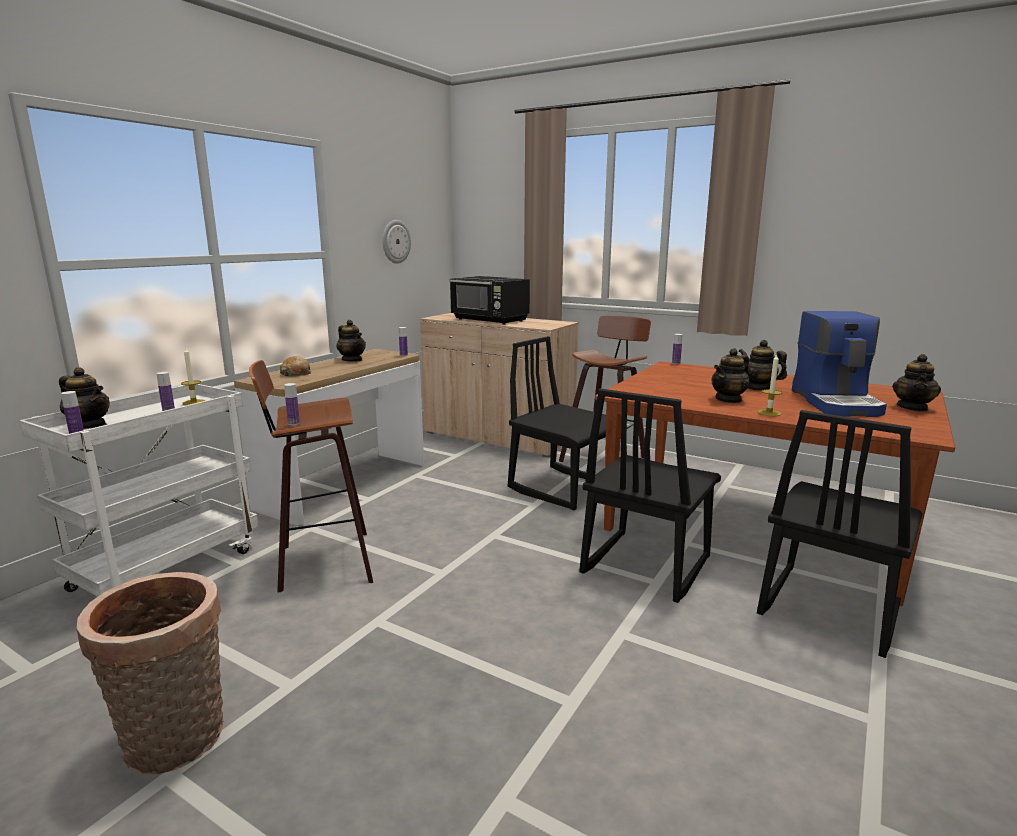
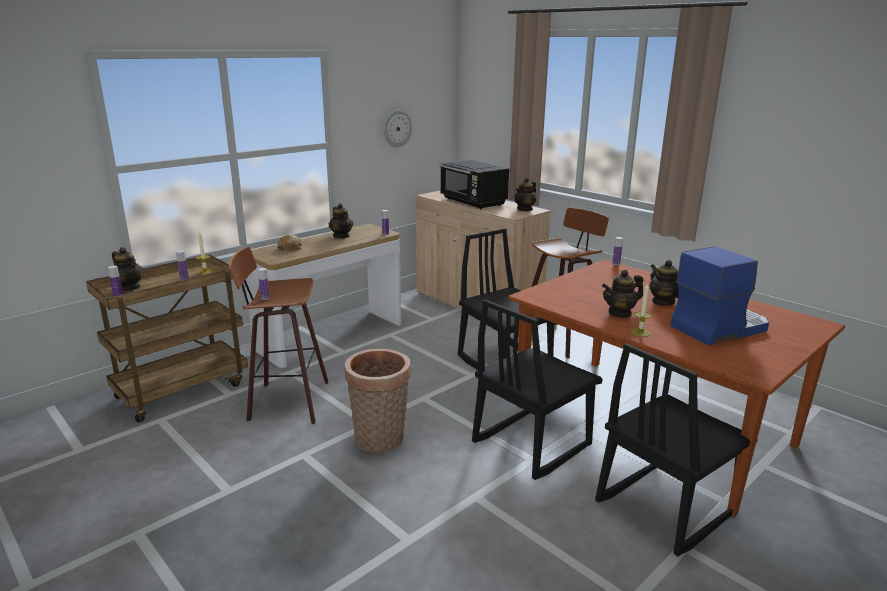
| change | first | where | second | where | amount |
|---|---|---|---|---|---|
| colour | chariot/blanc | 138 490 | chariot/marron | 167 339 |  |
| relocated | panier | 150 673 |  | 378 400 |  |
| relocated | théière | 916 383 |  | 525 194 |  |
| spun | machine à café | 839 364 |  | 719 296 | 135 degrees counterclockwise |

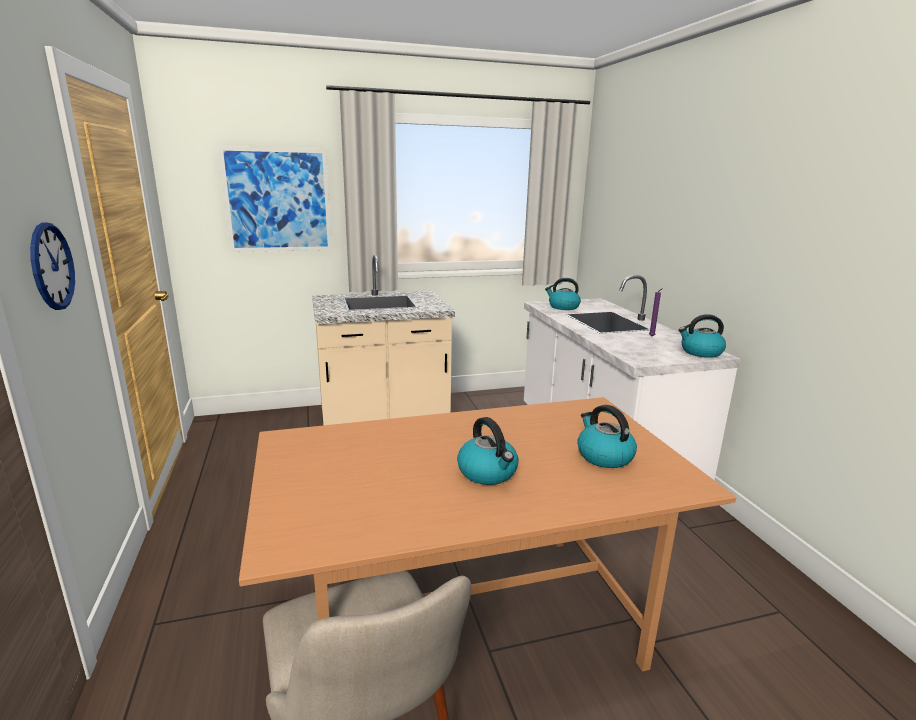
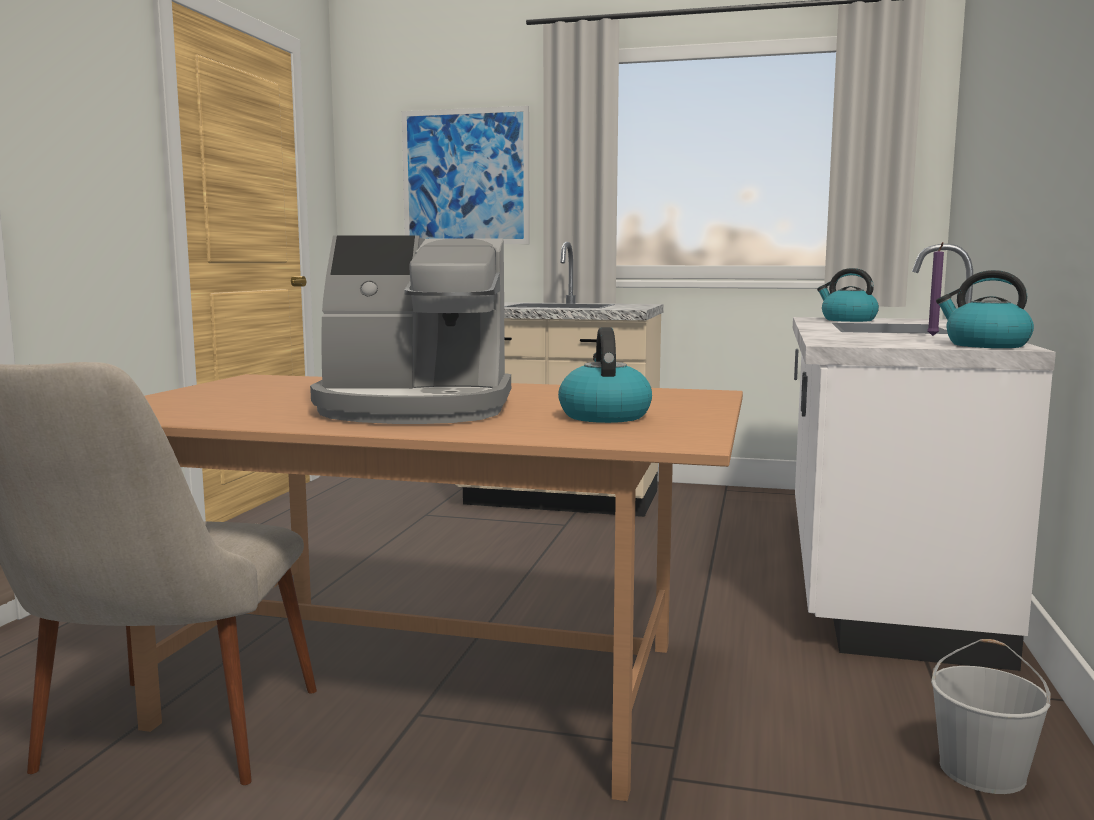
| change | first | where | second | where | amount |
|---|---|---|---|---|---|
| exchanged | bouilloire | 487 451 | machine à café | 410 329 |  |
| appeared |  |  | seau/blanc | 991 716 |  |
| missing | horloge murale | 52 266 |  |  |  |

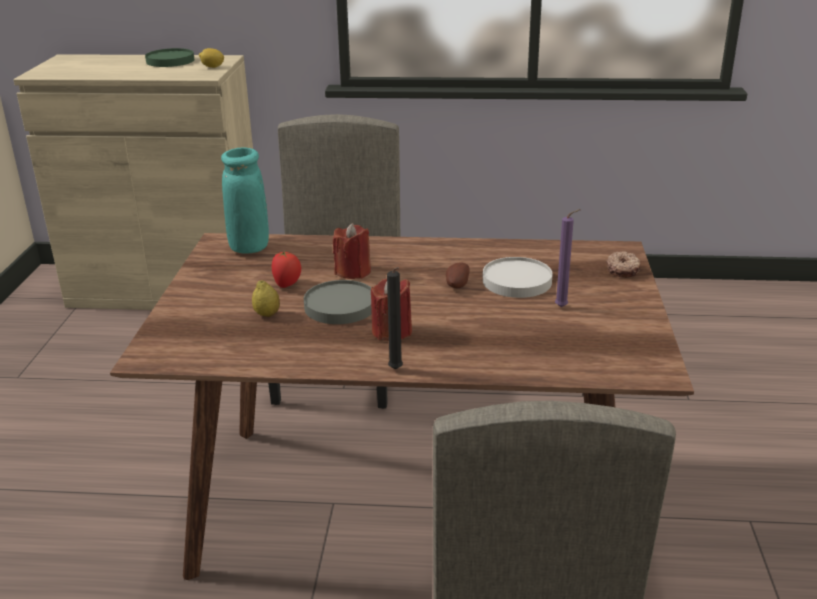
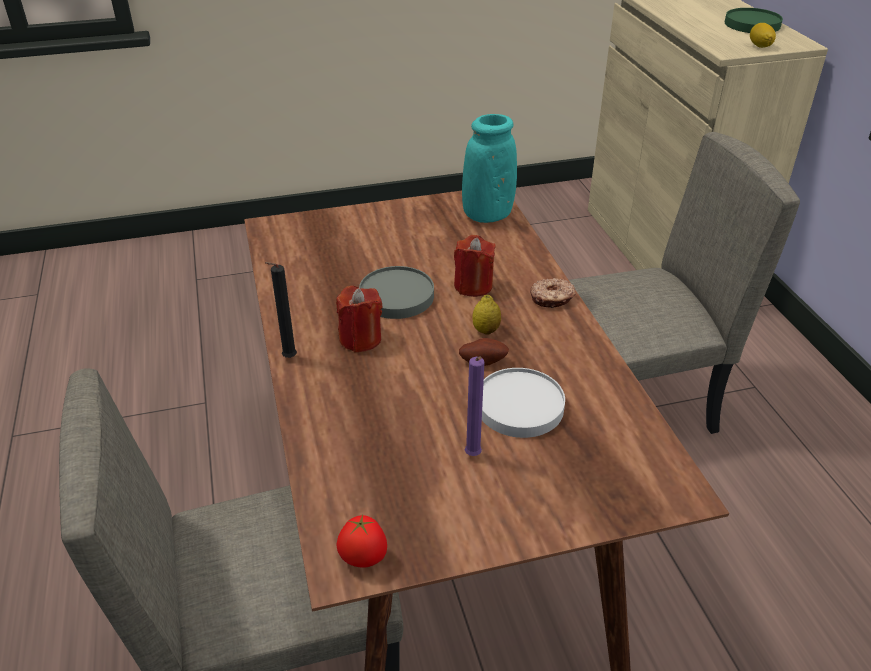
| change | first | where | second | where | amount |
|---|---|---|---|---|---|
| relocated | tomate | 286 269 |  | 361 541 |  |
| relocated | citron | 266 298 |  | 486 315 |  |
| relocated | beignet | 623 264 |  | 553 293 |  |

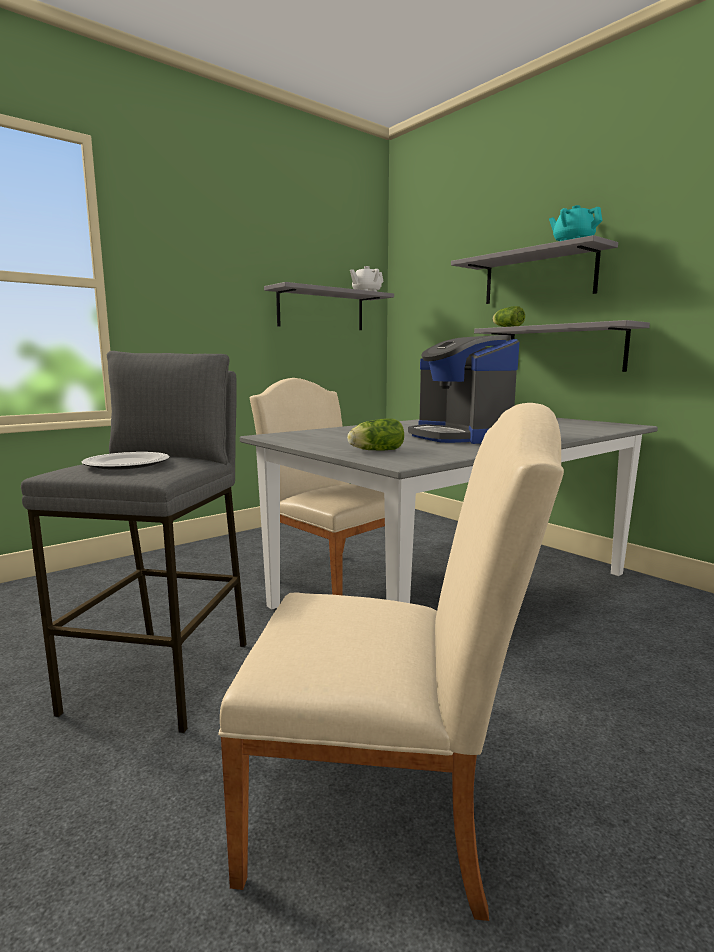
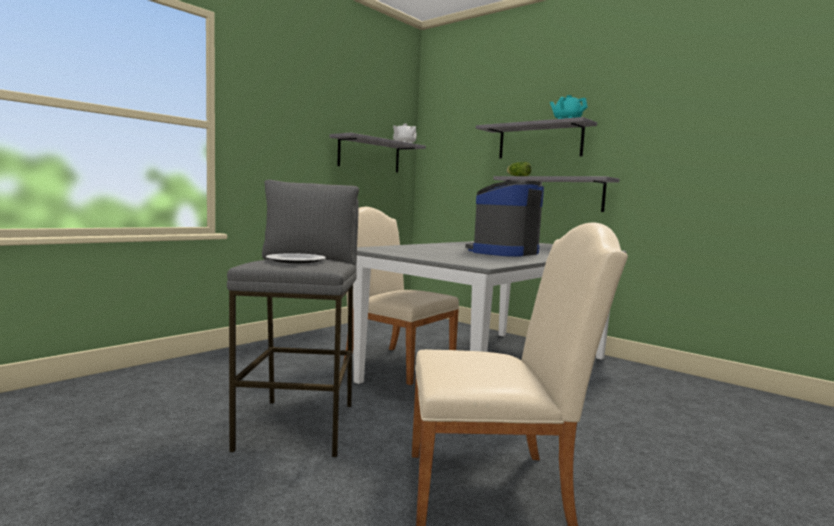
| change | first | where | second | where | amount |
|---|---|---|---|---|---|
| spun | machine à café | 463 389 |  | 504 218 | 75 degrees clockwise |
| missing | laitue | 375 434 |  |  |  |

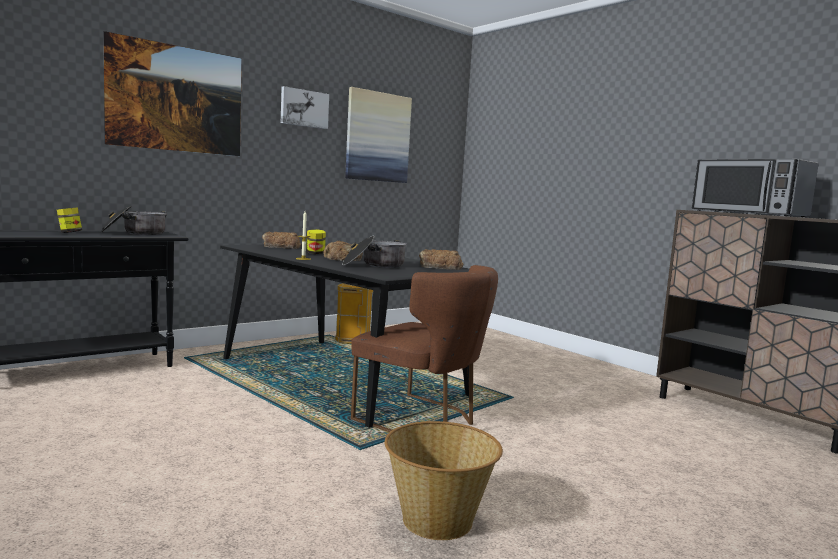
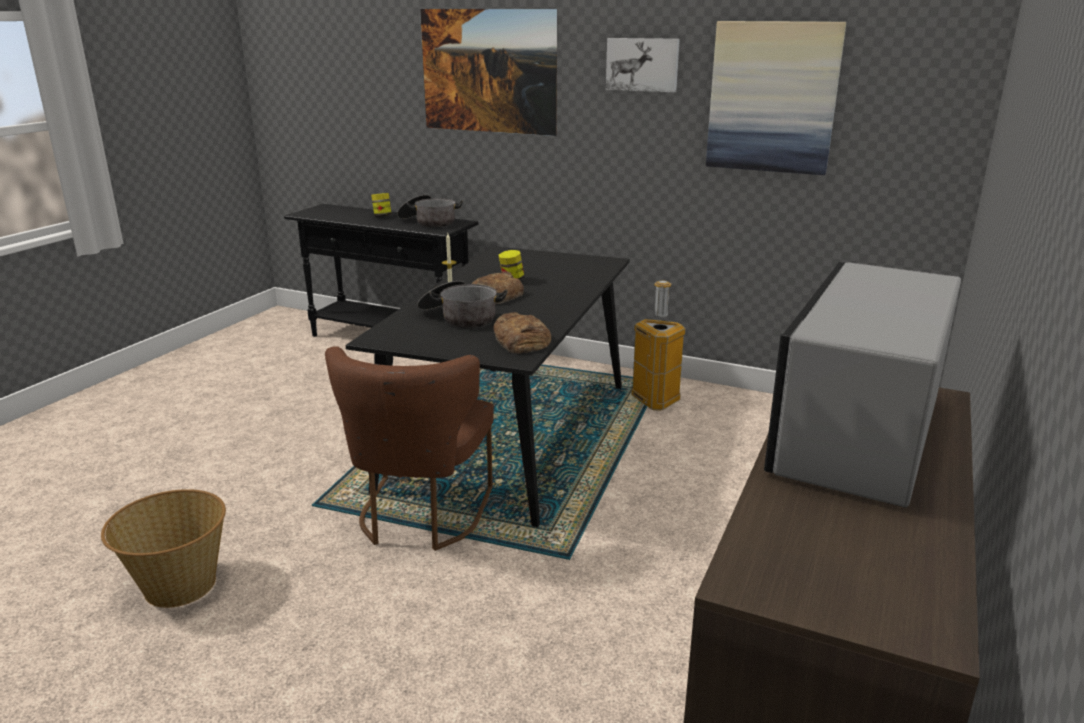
| change | first | where | second | where | amount |
|---|---|---|---|---|---|
| missing | pain | 281 240 |  |  |  |

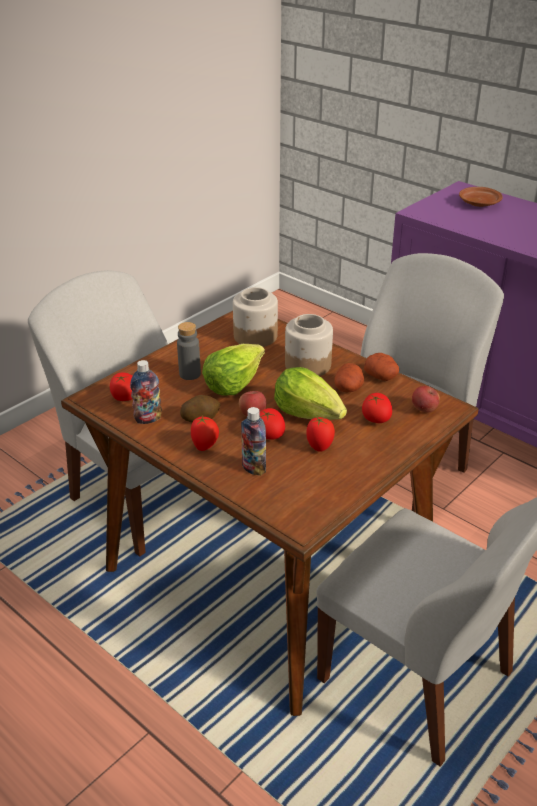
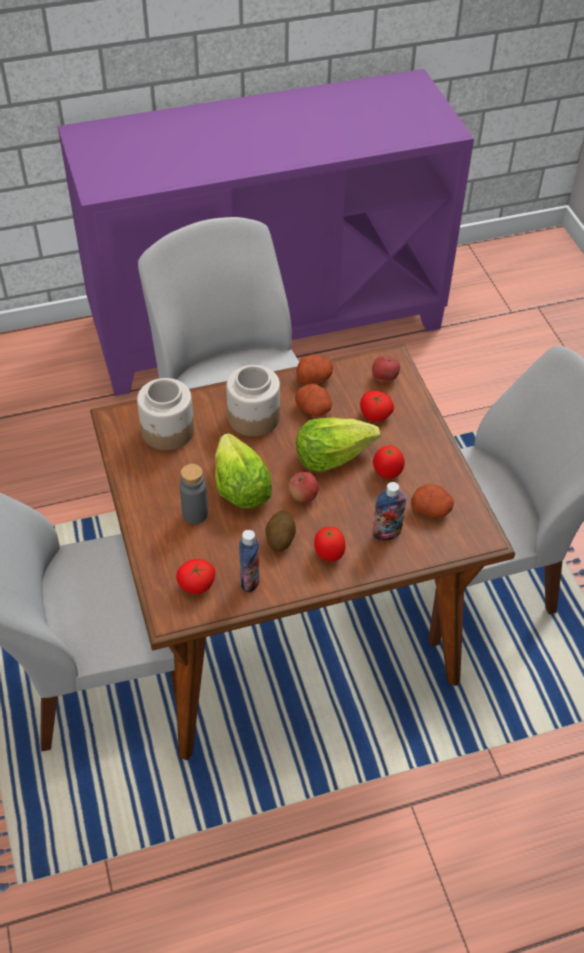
| change | first | where | second | where | amount |
|---|---|---|---|---|---|
| appeared |  |  | pomme de terre | 432 501 |  |
| missing | tomate | 272 424 |  |  |  |
| missing | assiette/marron | 481 197 |  |  |  |

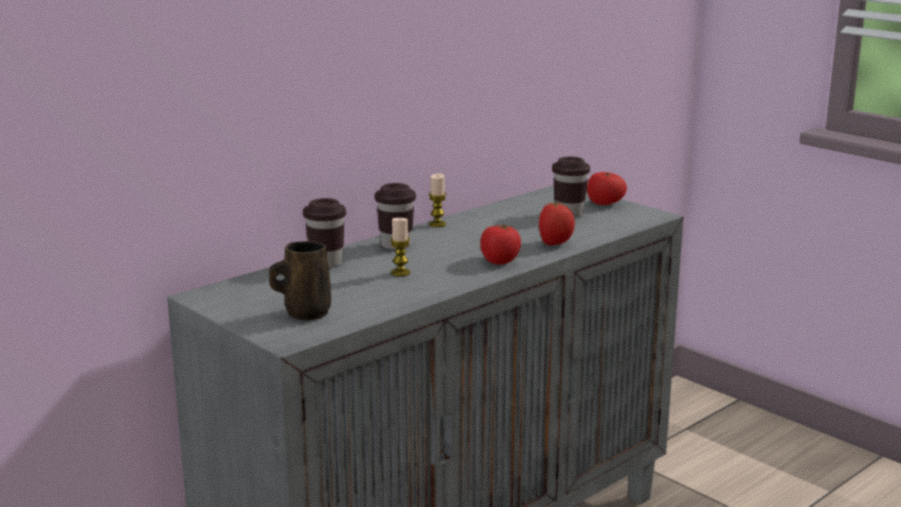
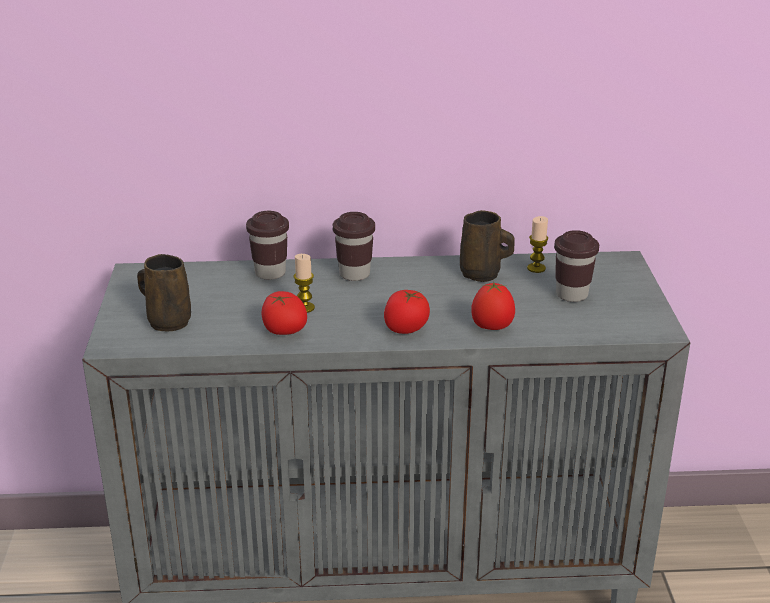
| change | first | where | second | where | amount |
|---|---|---|---|---|---|
| relocated | tomate | 607 188 |  | 284 313 |  |
| appeared |  |  | mug/marron | 487 246 |  |
| relocated | bougie | 437 200 |  | 537 244 |  |

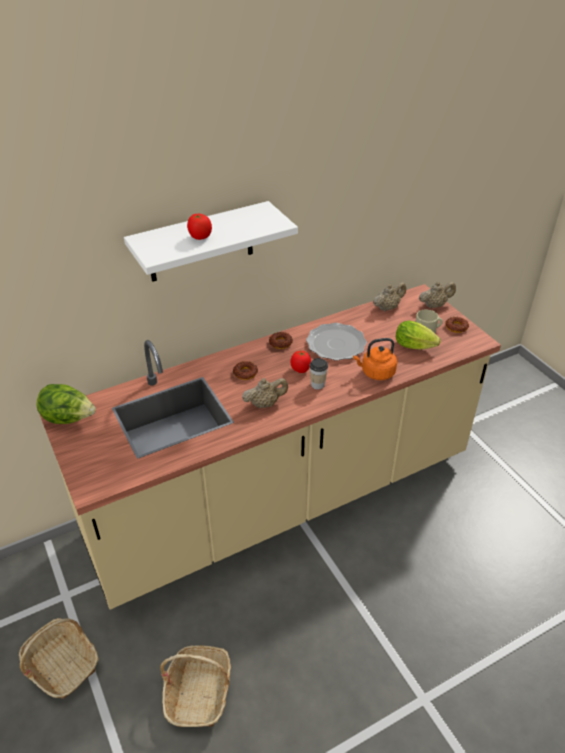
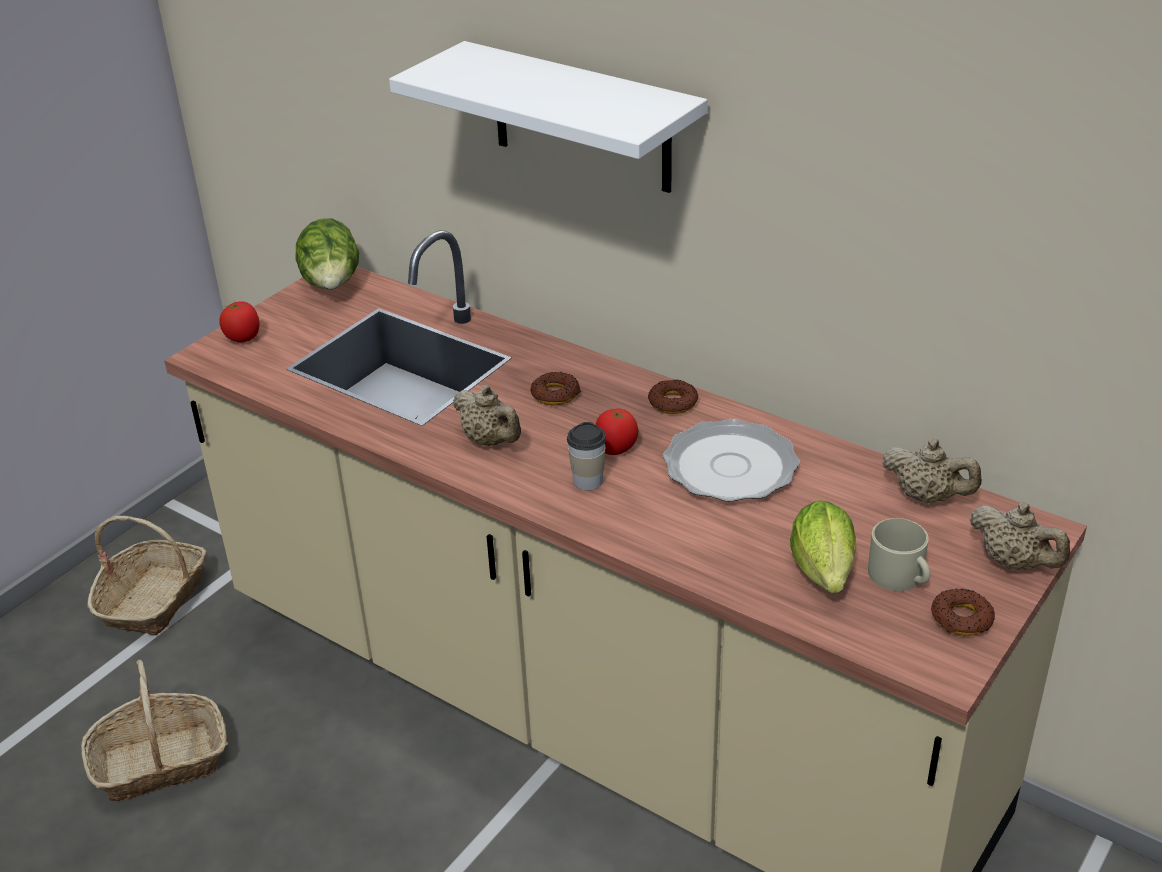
| change | first | where | second | where | amount |
|---|---|---|---|---|---|
| relocated | tomate | 199 227 |  | 239 322 |  |
| missing | bouilloire/orange | 375 359 |  |  |  |

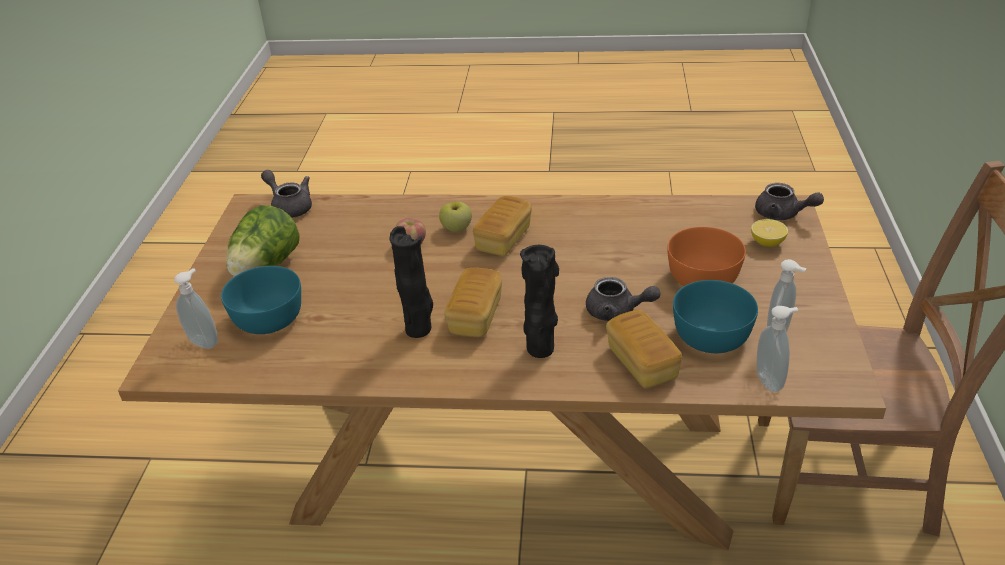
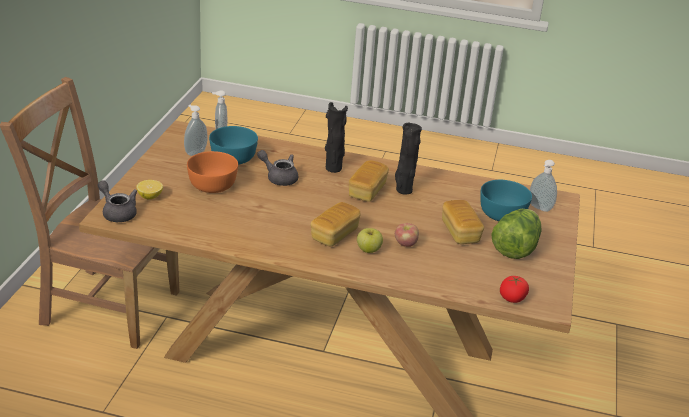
| change | first | where | second | where | amount |
|---|---|---|---|---|---|
| relocated | pain | 644 349 |  | 463 222 |  |
| exchanged | théière/gris | 286 194 | tomate | 514 289 |  |

